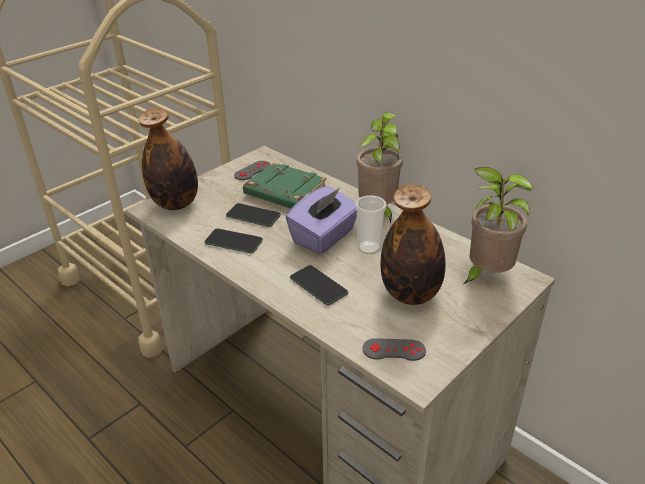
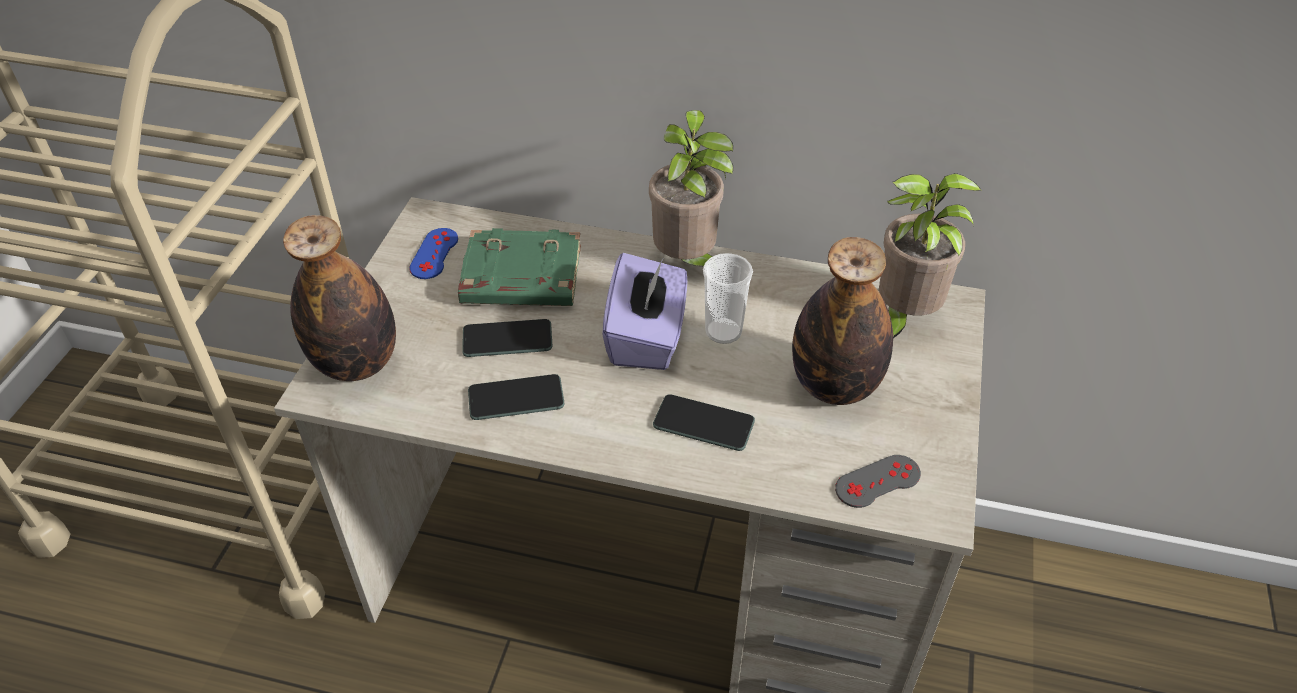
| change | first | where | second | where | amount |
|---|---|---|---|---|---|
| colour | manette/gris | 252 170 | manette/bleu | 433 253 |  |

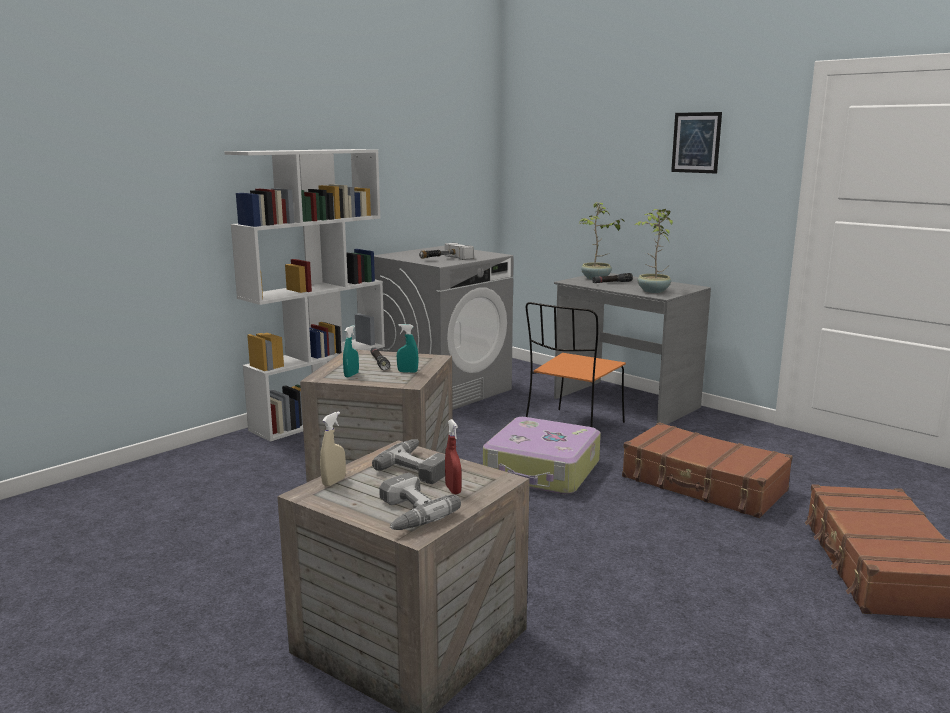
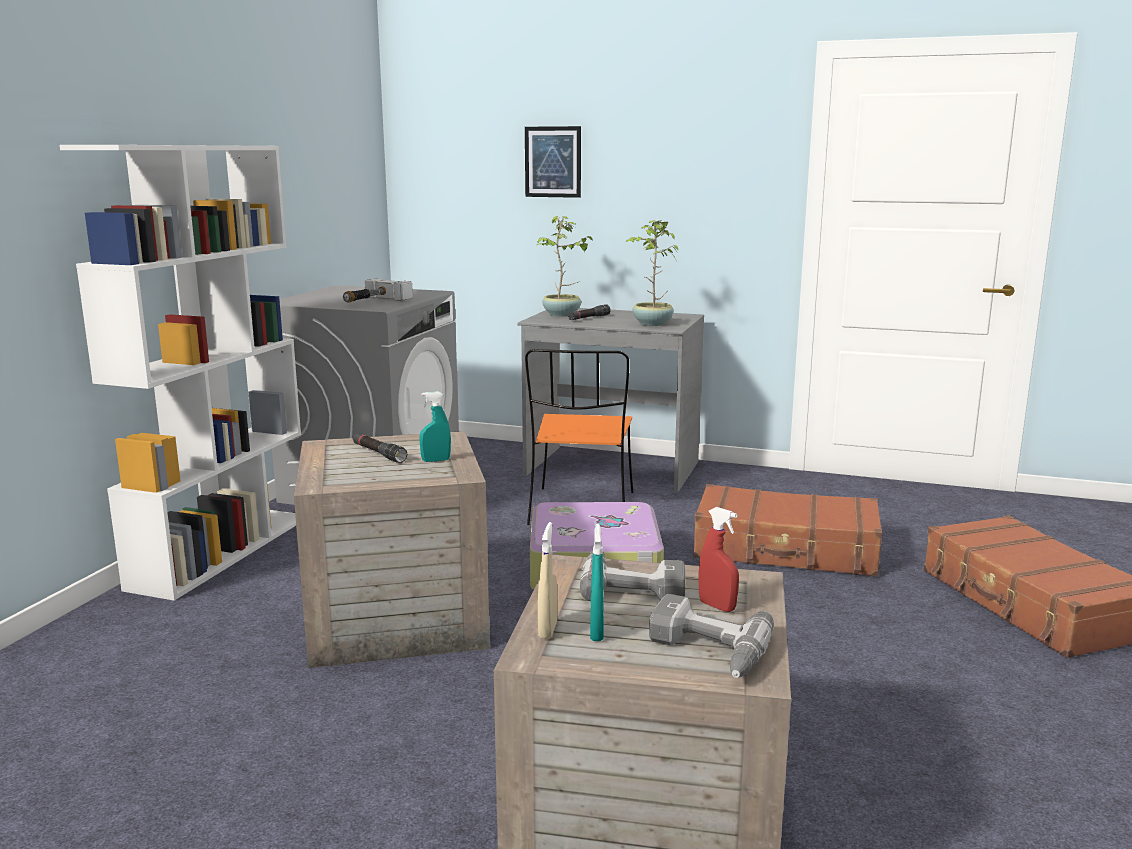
| change | first | where | second | where | amount |
|---|---|---|---|---|---|
| relocated | tableau | 696 143 |  | 553 162 |  |
| relocated | vaporisateur/turquoise | 351 351 |  | 597 582 |  |

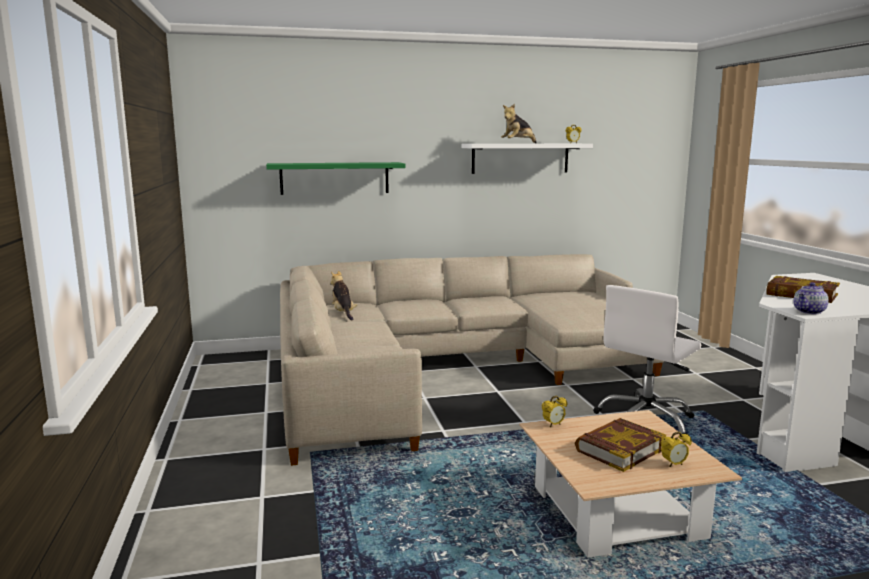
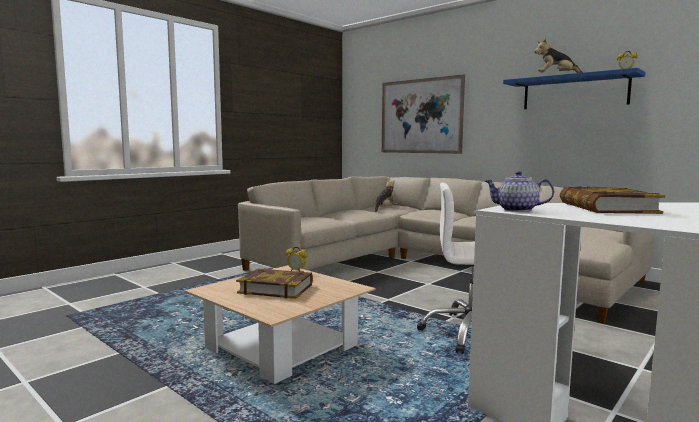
| change | first | where | second | where | amount |
|---|---|---|---|---|---|
| exchanged | étagère/vert | 336 178 | tableau | 423 114 |  |
| colour | étagère/blanc | 527 159 | étagère/bleu | 574 88 |  |
| missing | réveil | 676 449 |  |  |  |

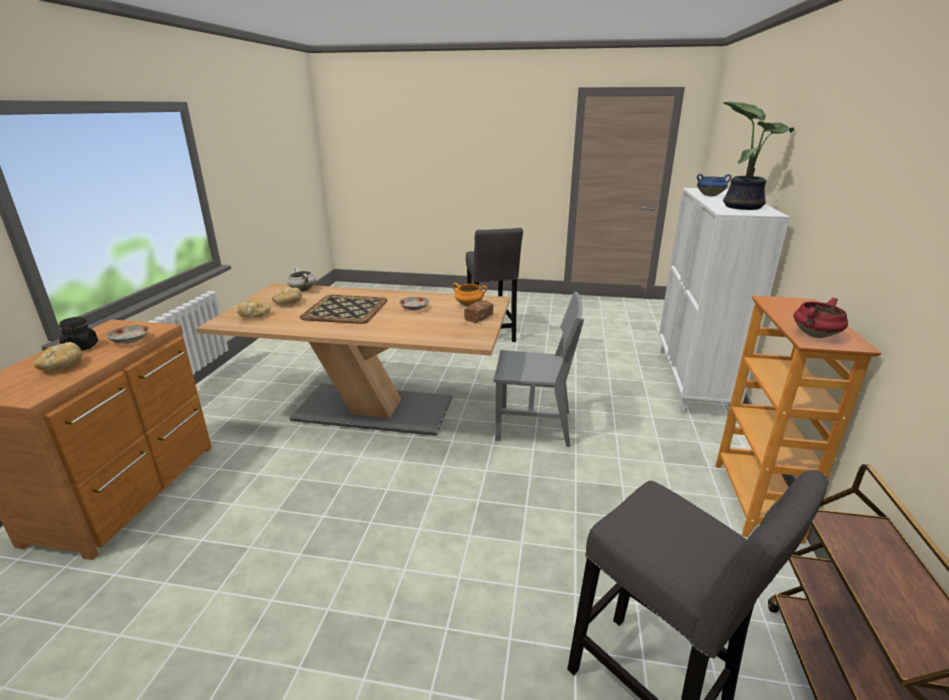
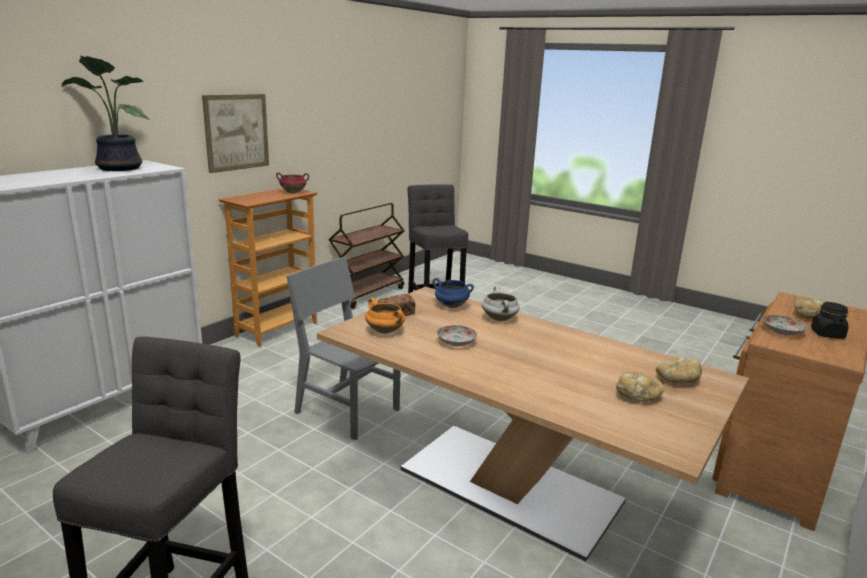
| change | first | where | second | where | amount |
|---|---|---|---|---|---|
| appeared |  |  | tableau | 235 133 |  |
| relocated | marmite/bleu | 714 185 |  | 453 293 |  |
| relocated | marmite/blanc | 301 280 |  | 501 303 |  |
| missing | plateau | 343 309 |  |  |  |

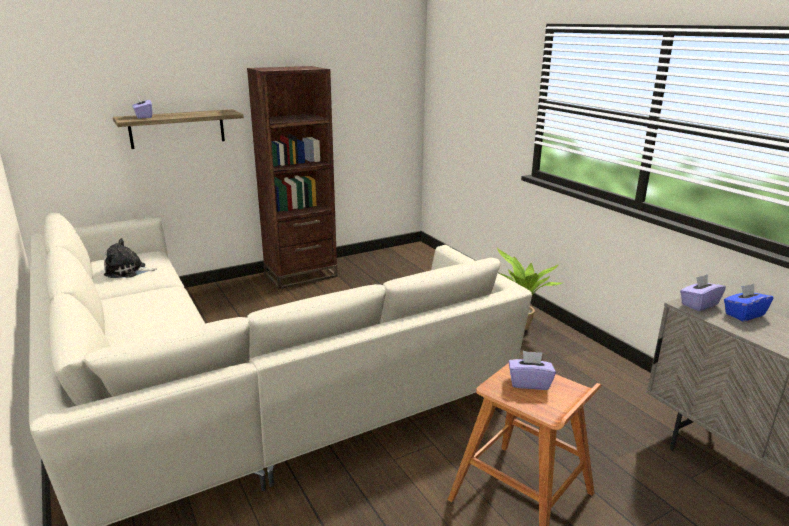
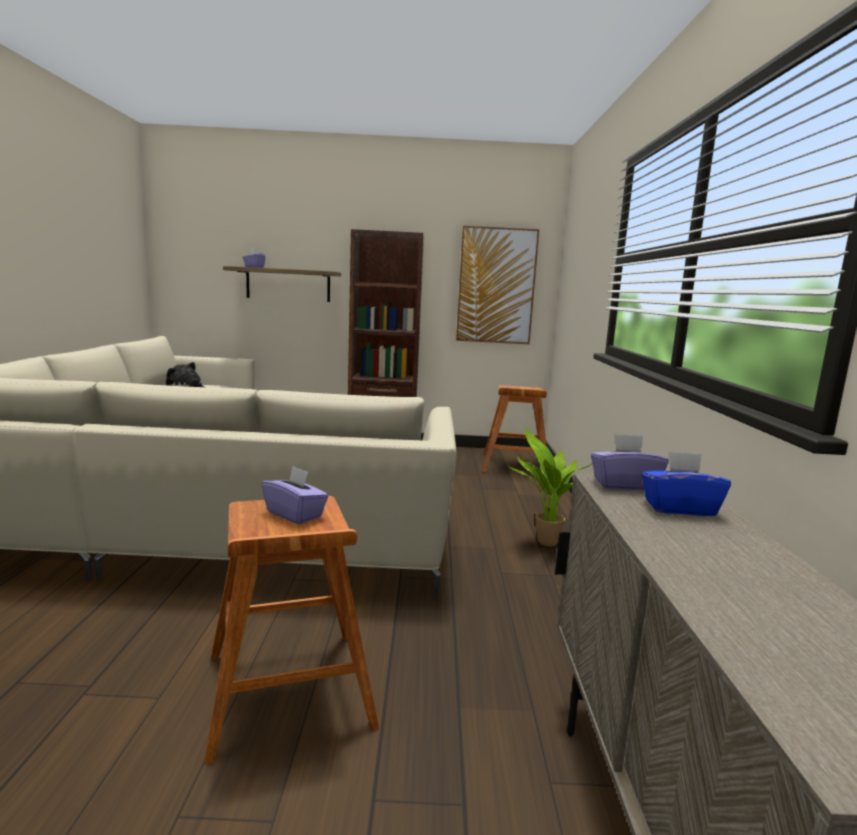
| change | first | where | second | where | amount |
|---|---|---|---|---|---|
| appeared |  |  | tableau | 497 285 |  |
| appeared |  |  | tabouret/marron | 515 428 |  |

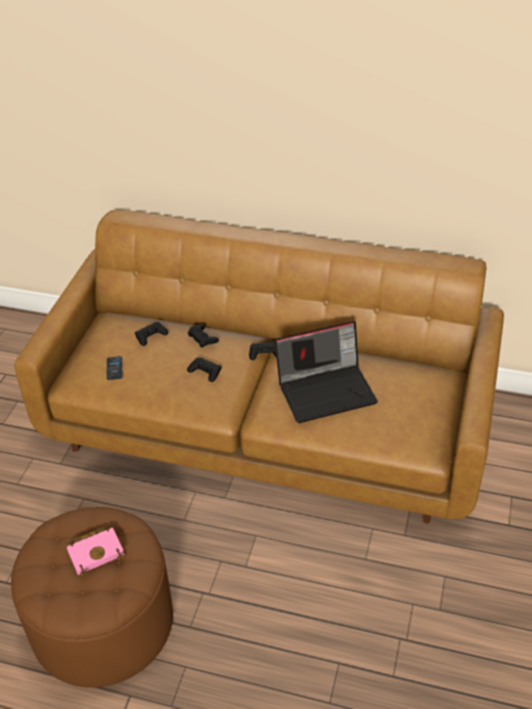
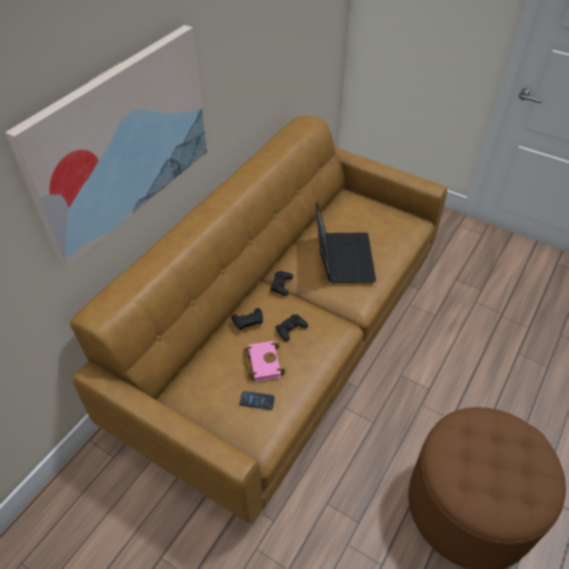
| change | first | where | second | where | amount |
|---|---|---|---|---|---|
| appeared |  |  | tableau | 106 146 |  |
| relocated | livre/rose | 96 551 |  | 264 361 |  |
| missing | manette/noir | 151 334 |  |  |  |

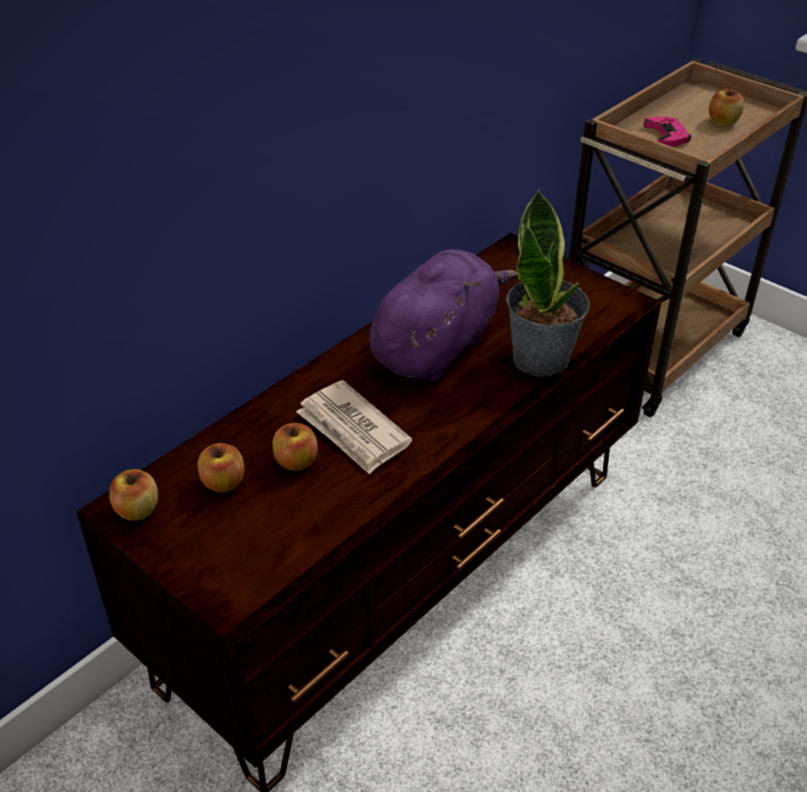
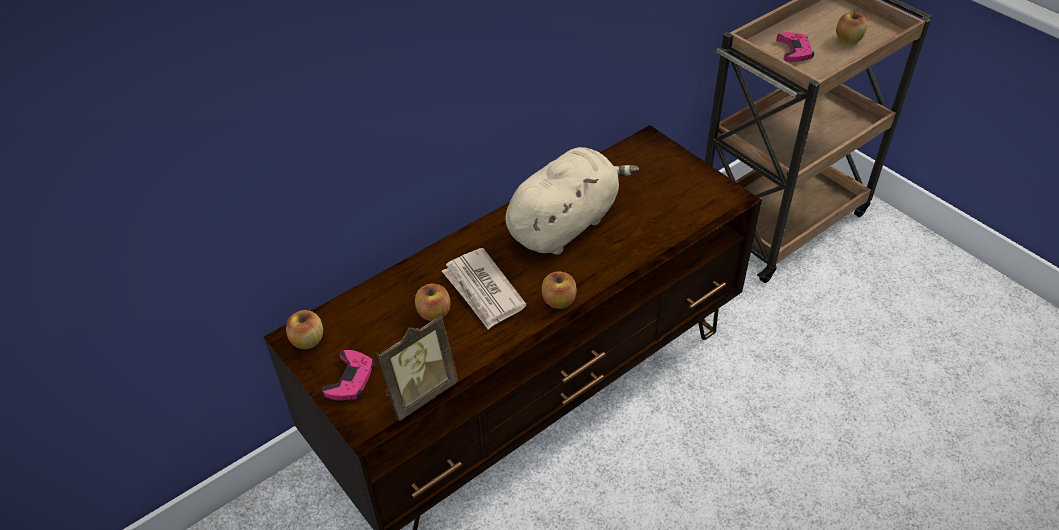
| change | first | where | second | where | amount |
|---|---|---|---|---|---|
| appeared |  |  | manette/rose | 348 375 |  |
| appeared |  |  | cadre photo | 417 367 |  |
| colour | peluche/violet | 443 315 | peluche/beige | 572 201 |  |
| relocated | pomme | 221 468 |  | 559 290 |  |
| missing | plante en pot | 548 283 |  |  |  |

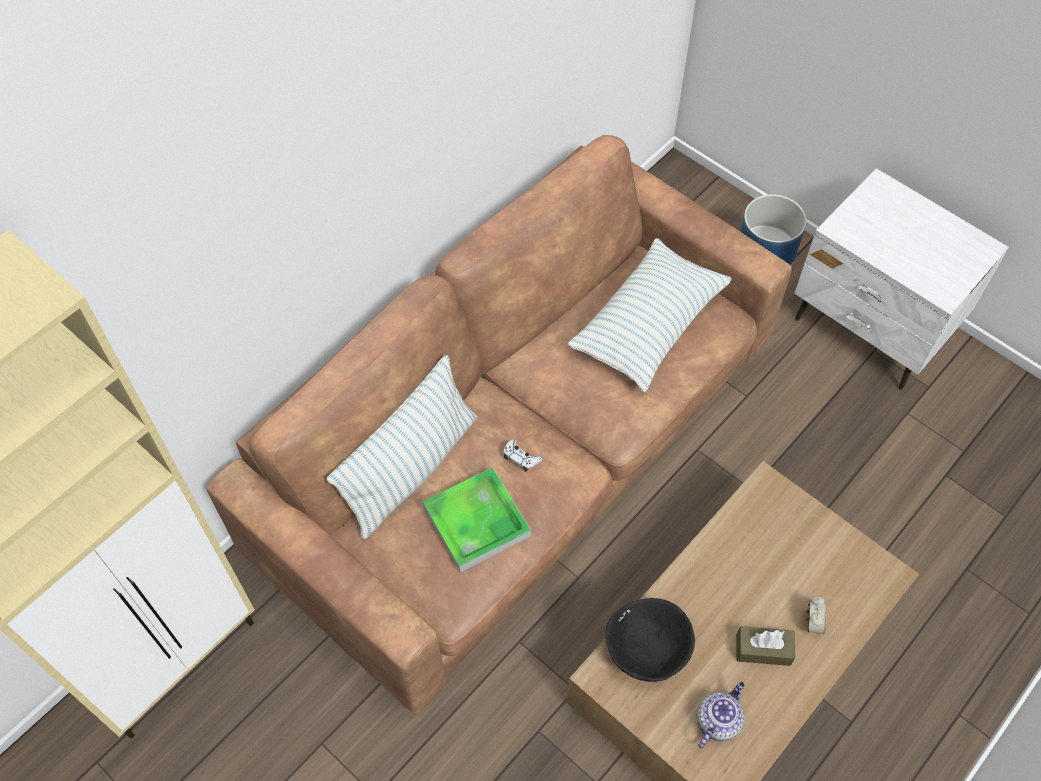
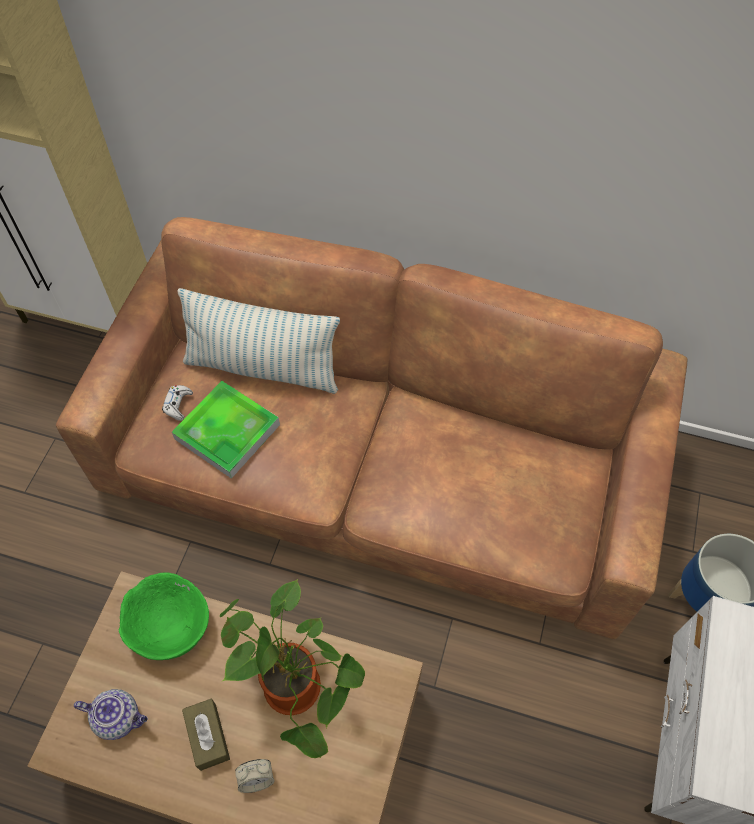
| change | first | where | second | where | amount |
|---|---|---|---|---|---|
| colour | bol/noir | 650 640 | bol/vert | 163 616 |  |
| relocated | manette/blanc | 522 455 |  | 177 403 |  |
| appeared |  |  | plante en pot | 292 668 |  |
| missing | coussin | 649 315 |  |  |  |

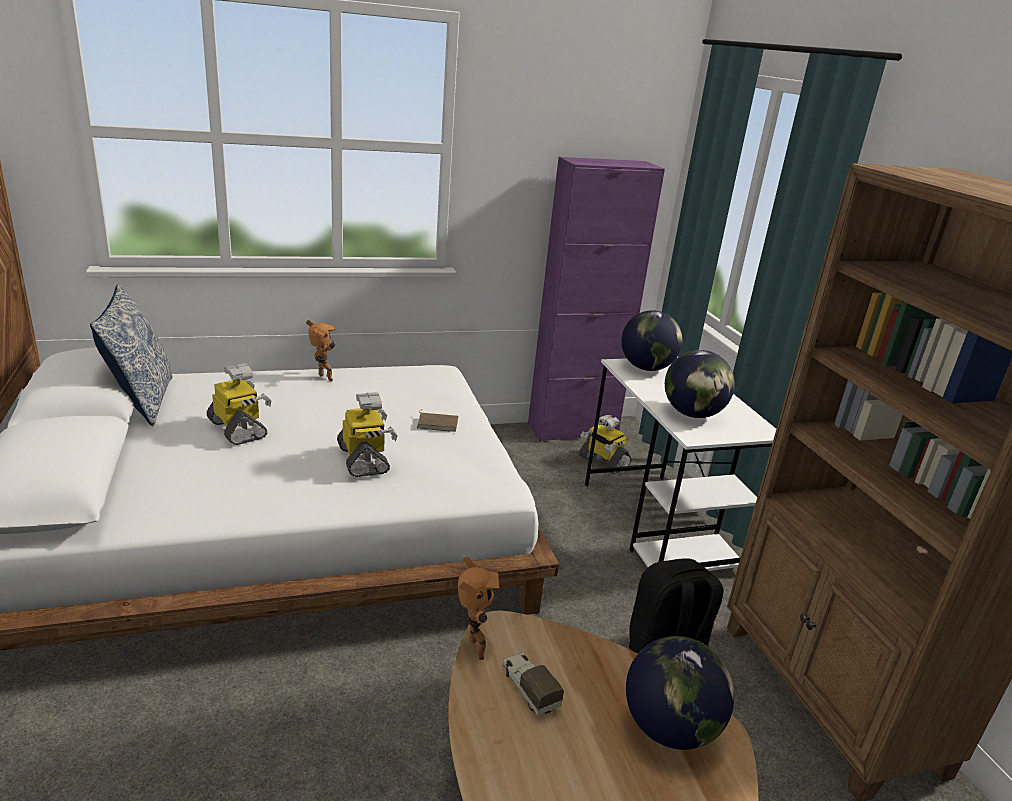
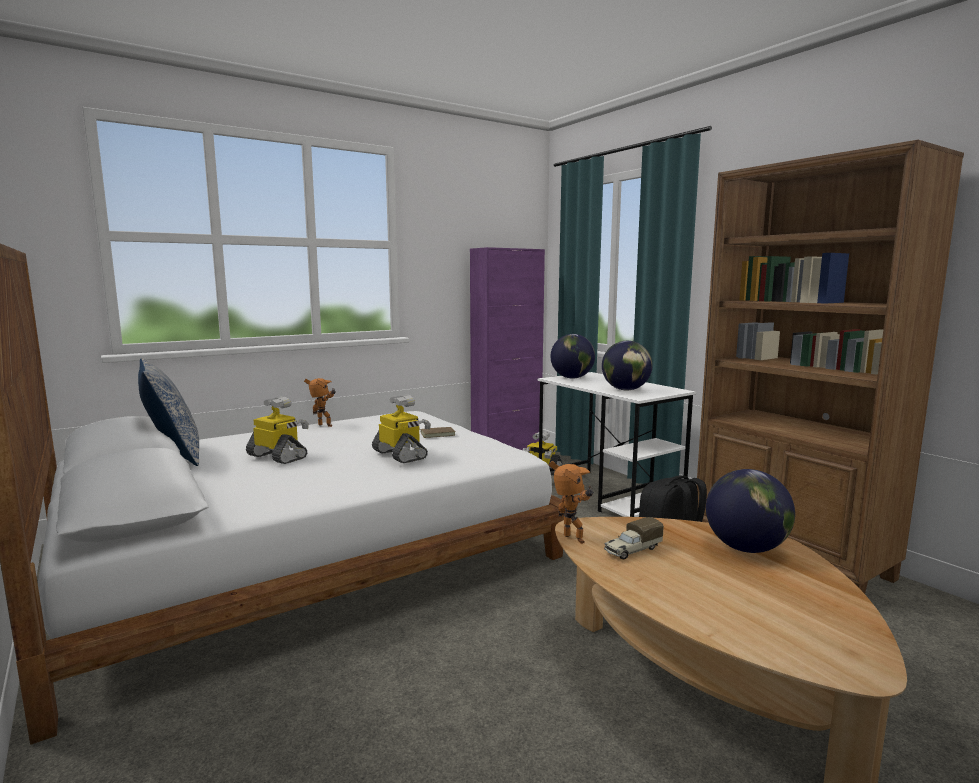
| change | first | where | second | where | amount |
|---|---|---|---|---|---|
| spun | camion jouet | 533 684 |  | 634 538 | 75 degrees counterclockwise |

